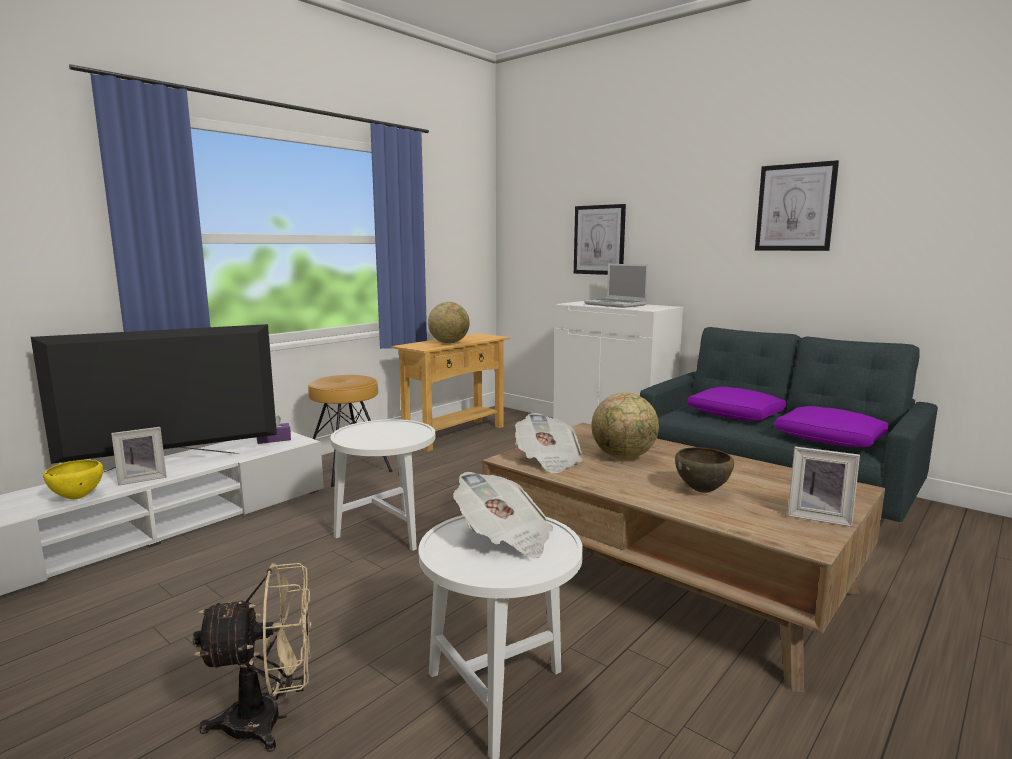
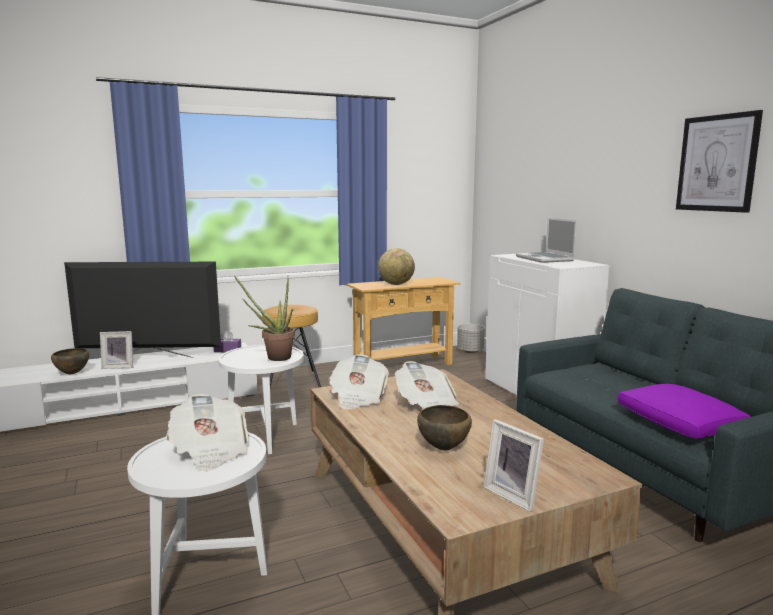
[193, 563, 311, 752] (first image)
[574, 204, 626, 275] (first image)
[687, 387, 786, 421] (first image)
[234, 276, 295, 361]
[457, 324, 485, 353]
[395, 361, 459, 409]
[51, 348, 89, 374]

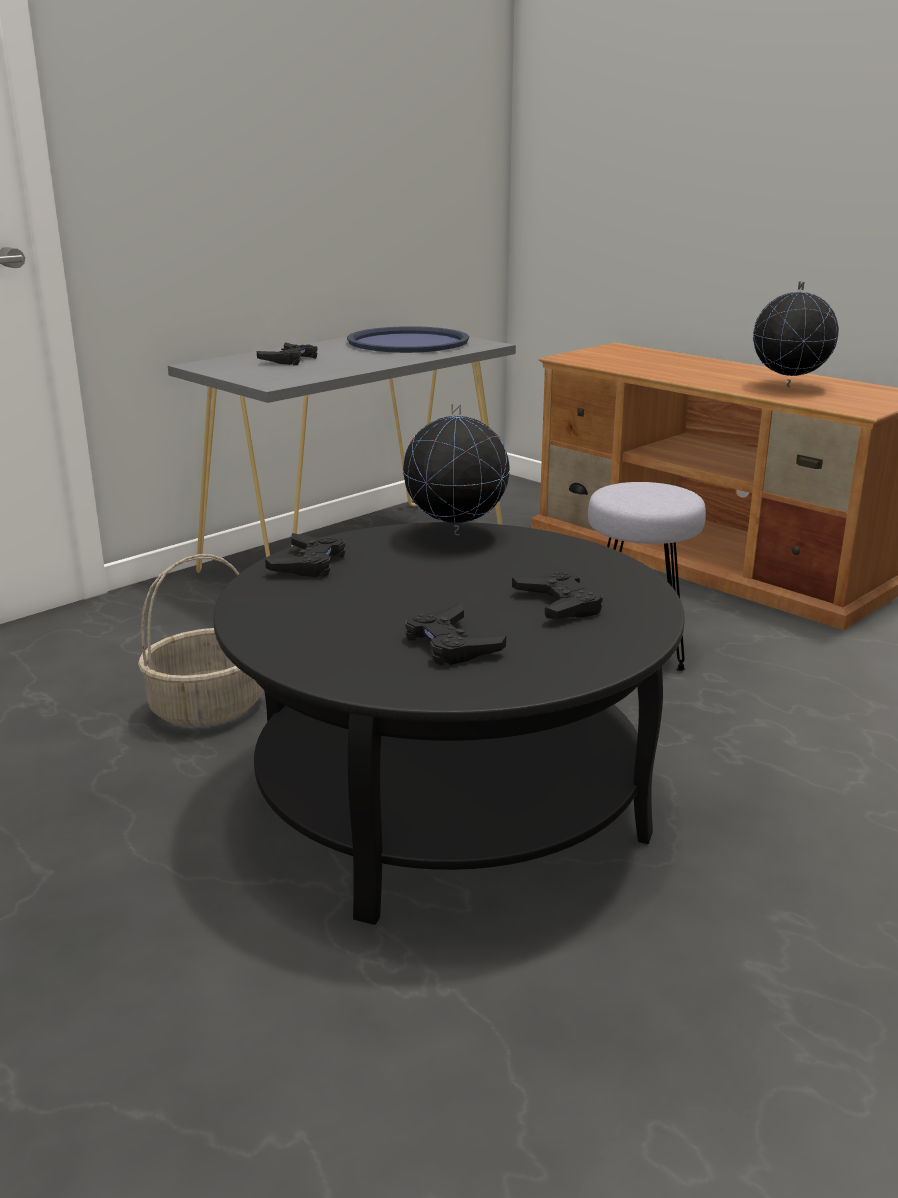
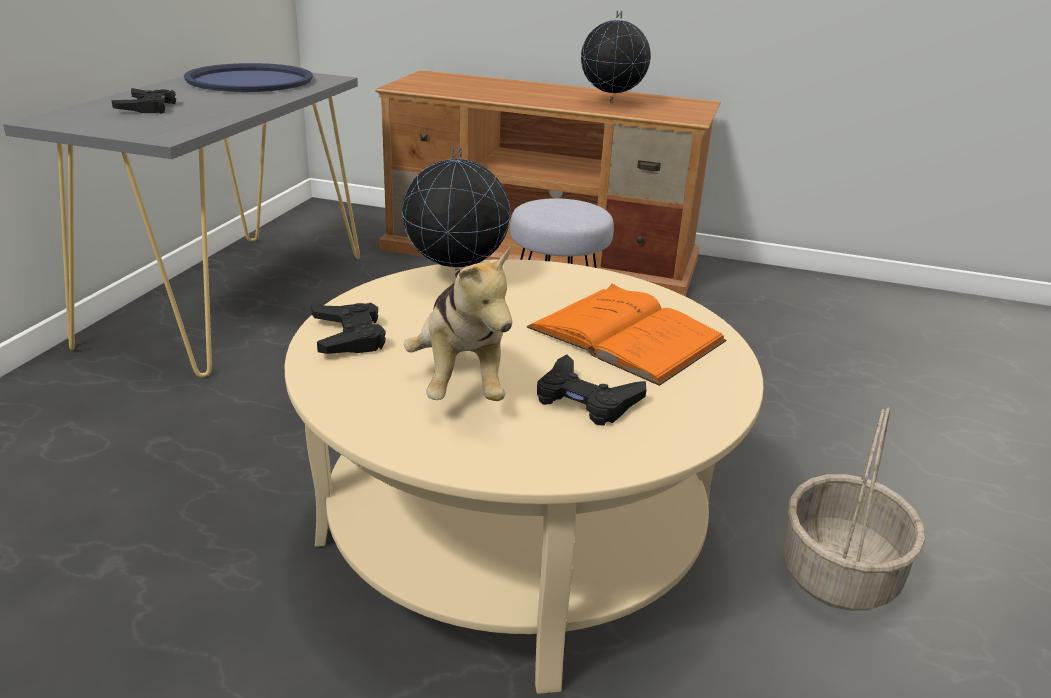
[404, 247, 512, 401]
[783, 408, 925, 611]
[527, 284, 727, 386]
[285, 259, 764, 694]

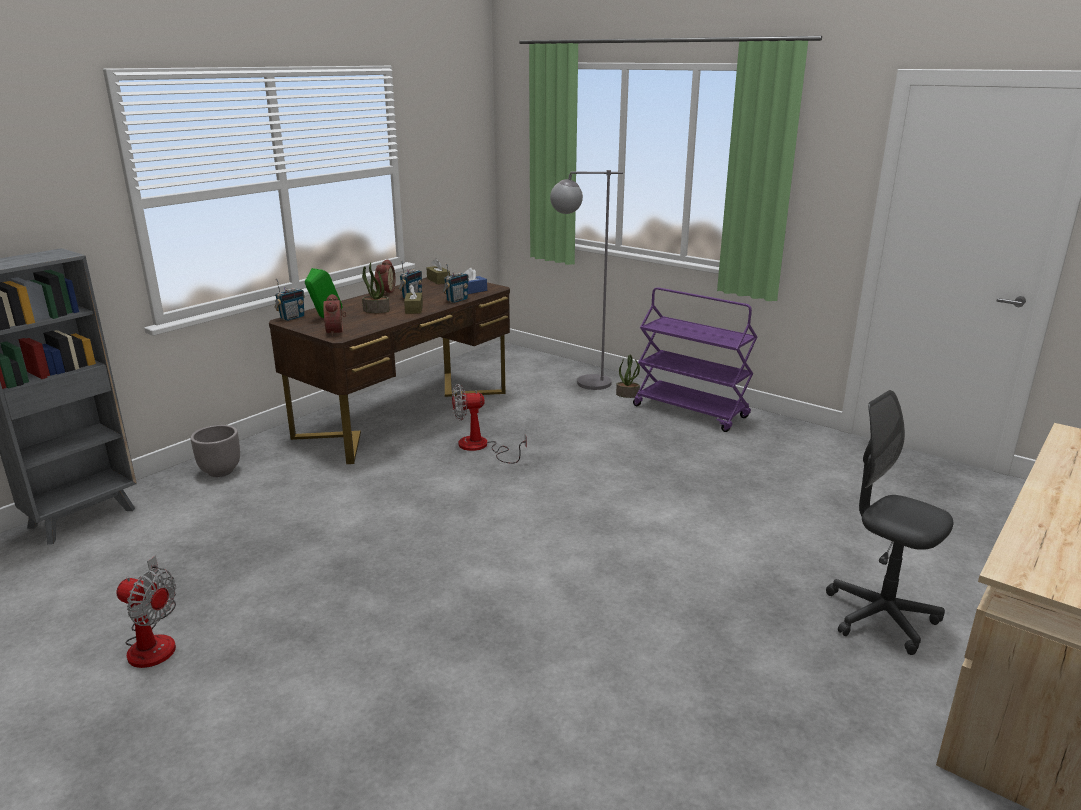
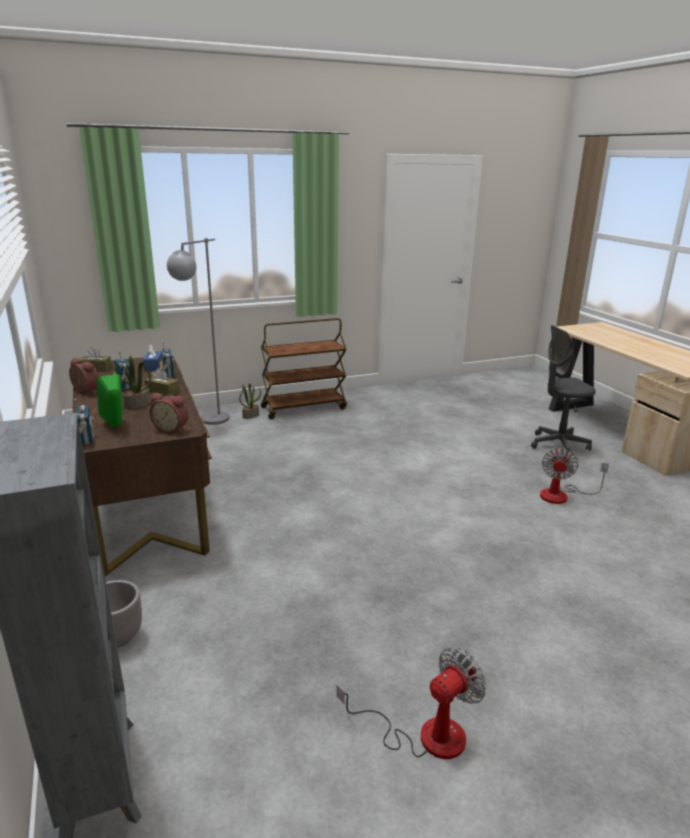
[540, 448, 609, 504]
[261, 318, 347, 419]

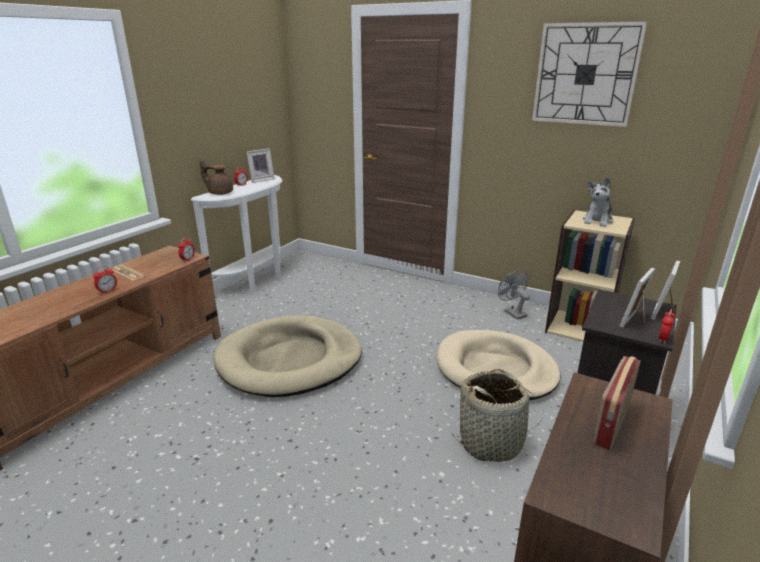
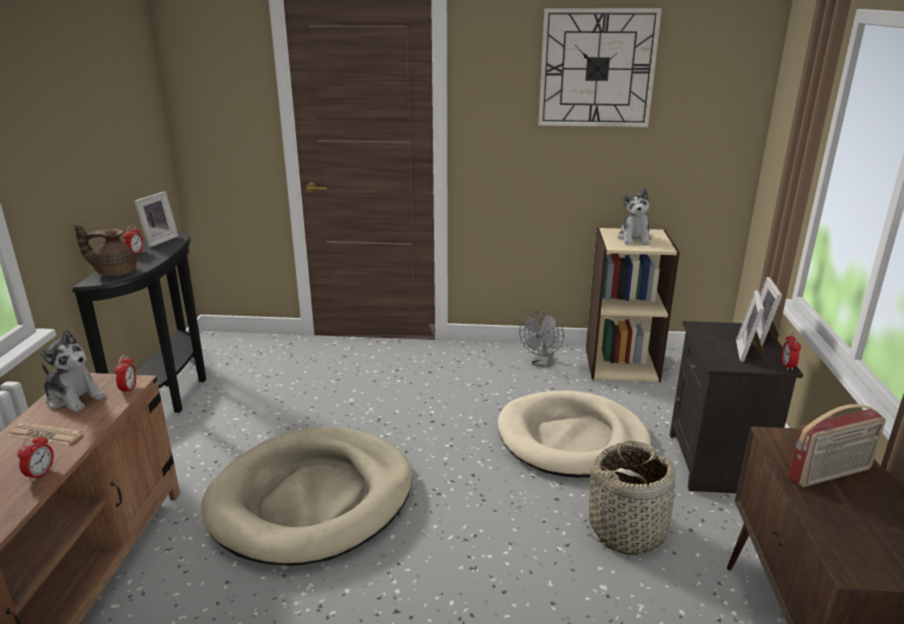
[40, 329, 106, 412]
[72, 230, 206, 413]
[519, 311, 564, 367]
[788, 404, 886, 487]

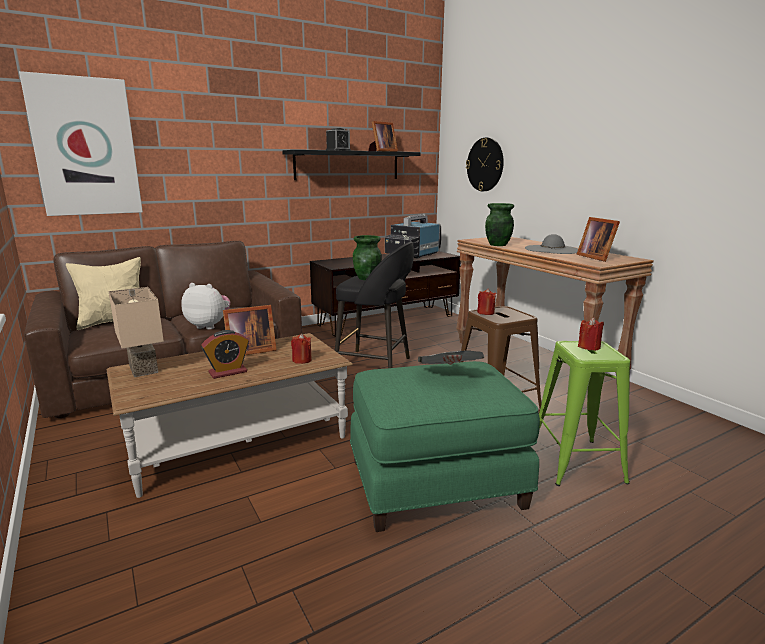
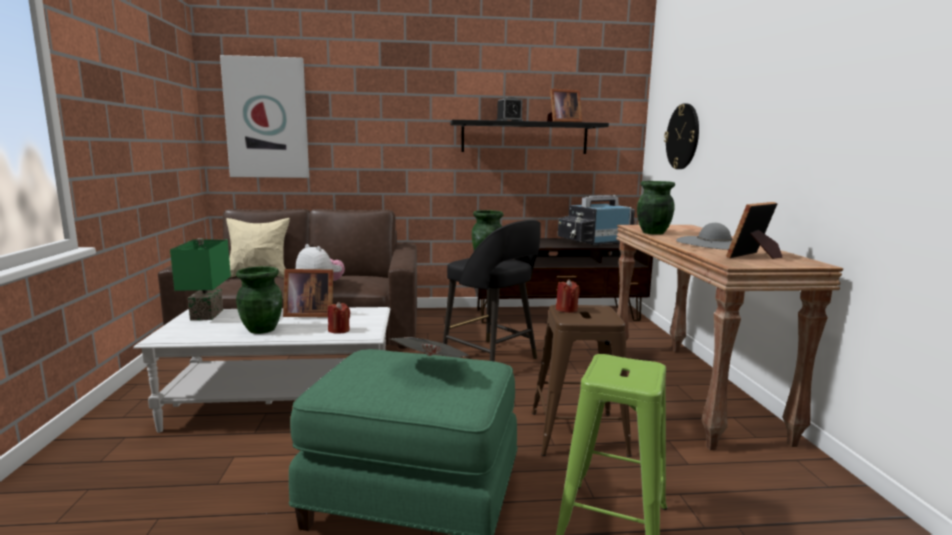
[578, 317, 604, 351] (first image)
[236, 266, 282, 334]
[133, 307, 390, 433]
[170, 238, 231, 320]
[726, 202, 782, 259]

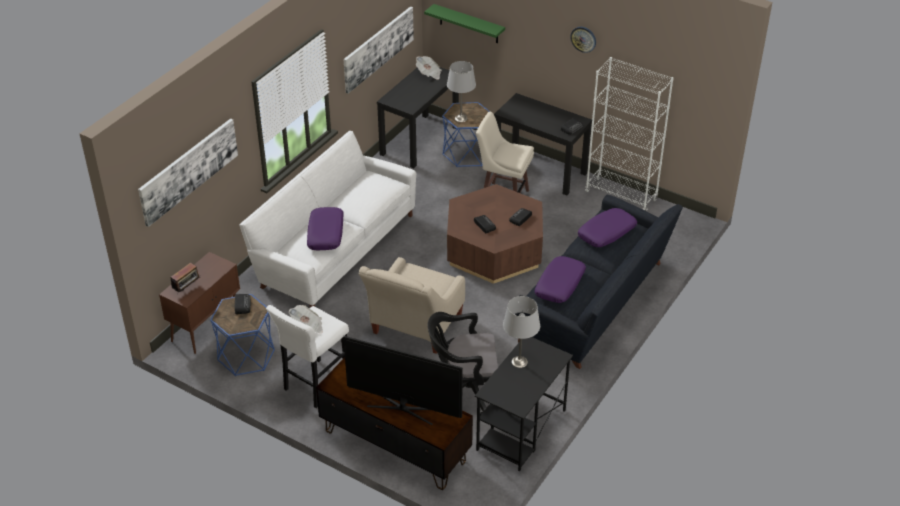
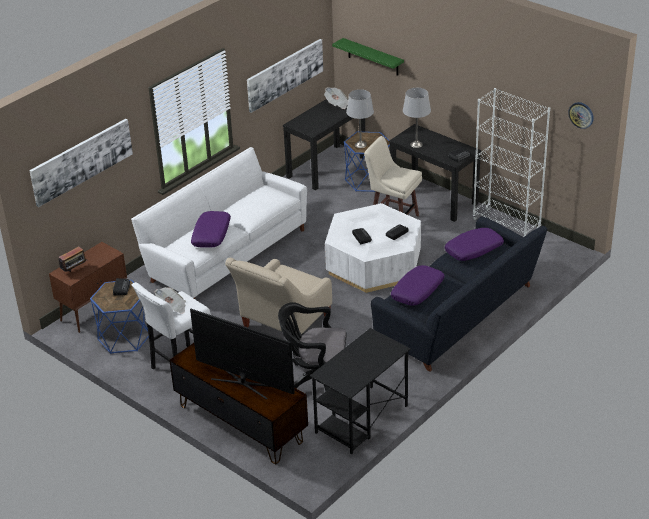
[403, 88, 431, 148]
[568, 102, 594, 129]
[325, 203, 421, 293]

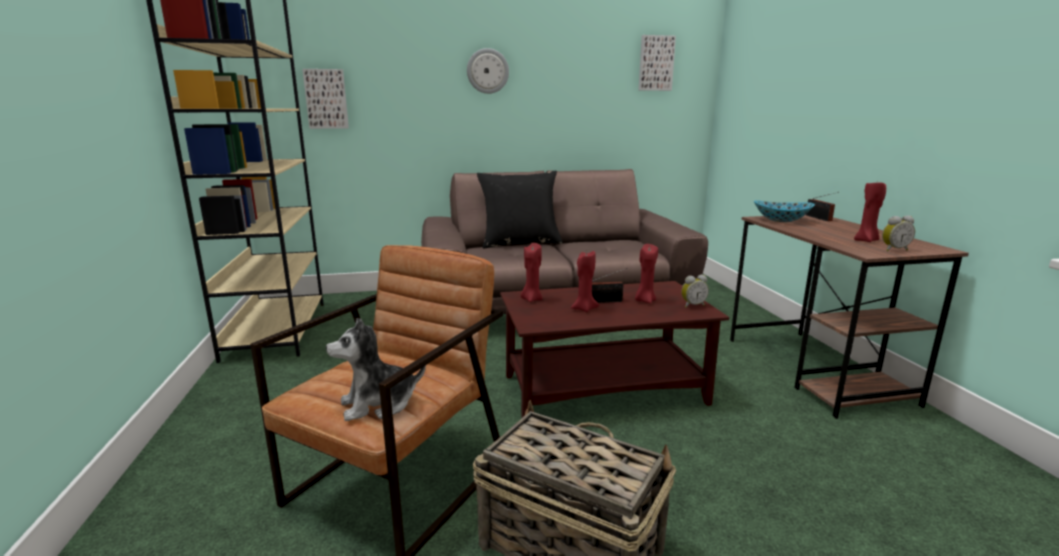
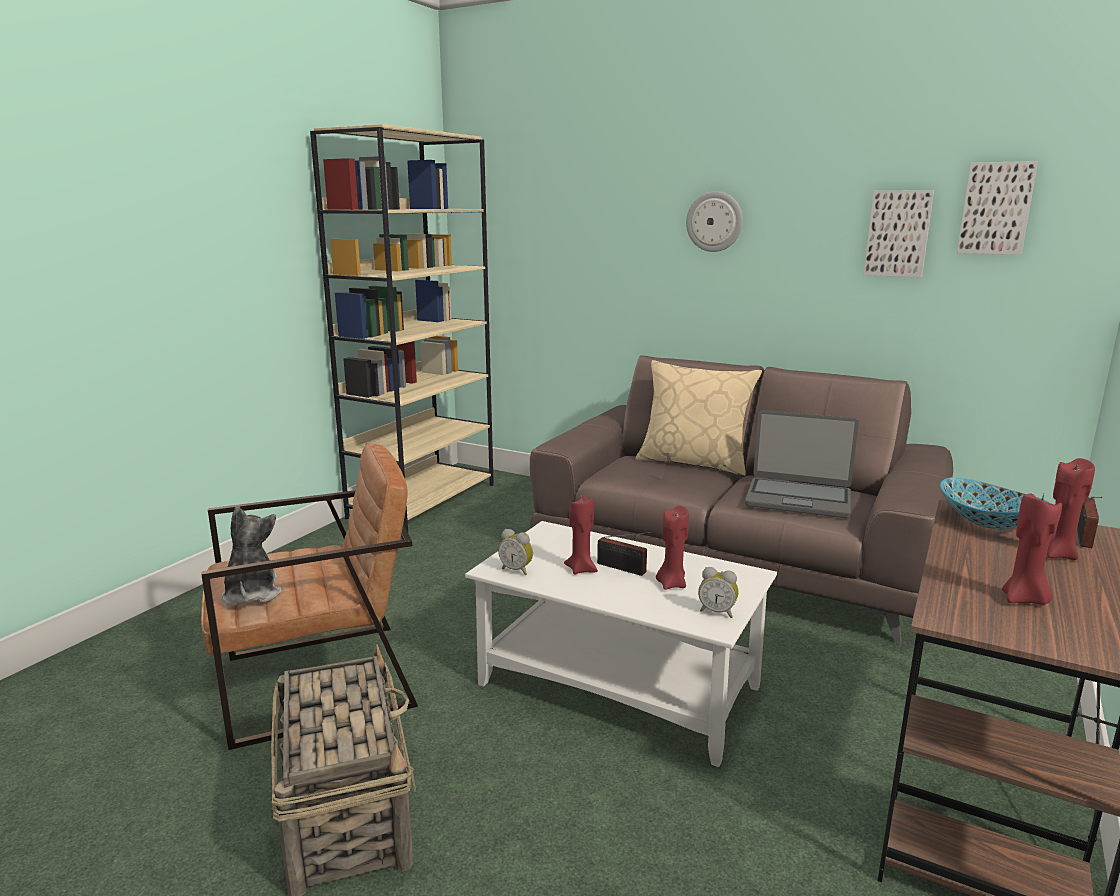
[745, 410, 859, 518]
[864, 190, 934, 278]
[1047, 458, 1095, 560]
[498, 529, 533, 575]
[635, 360, 762, 476]
[465, 521, 777, 767]
[221, 506, 282, 606]

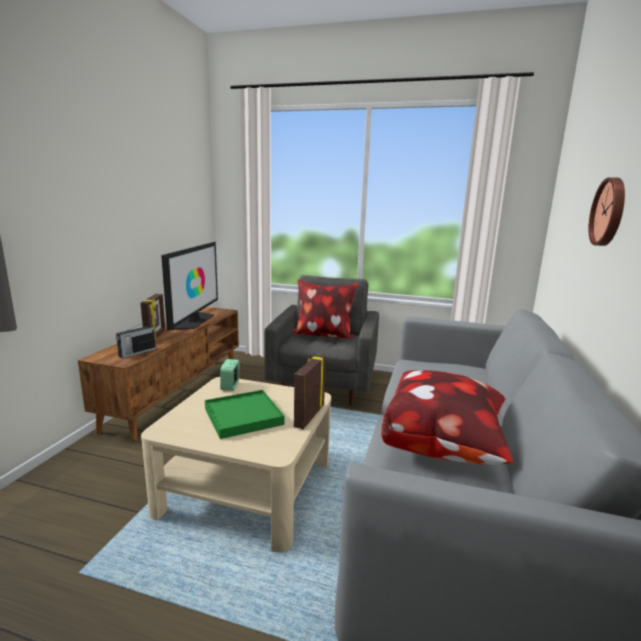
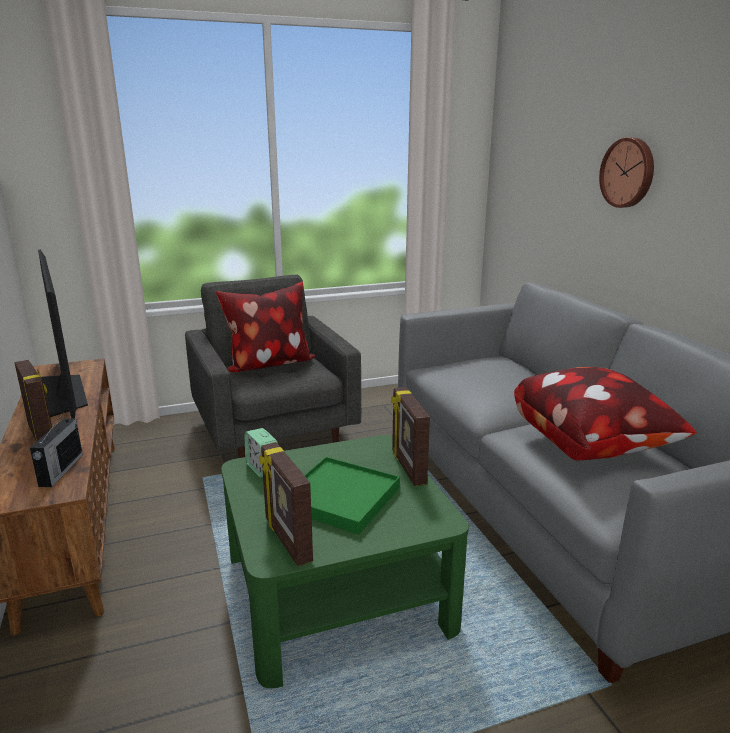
[259, 442, 313, 566]
[221, 435, 469, 688]

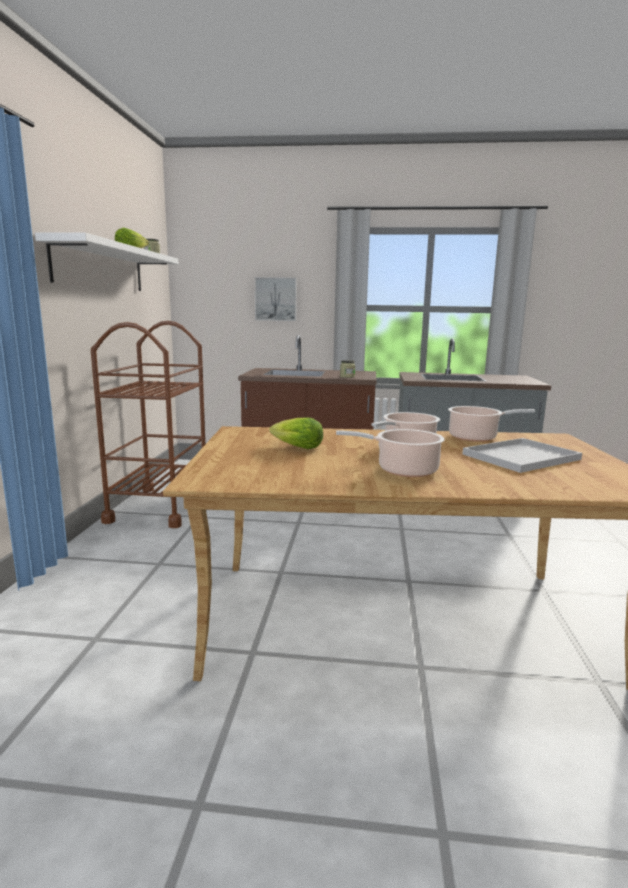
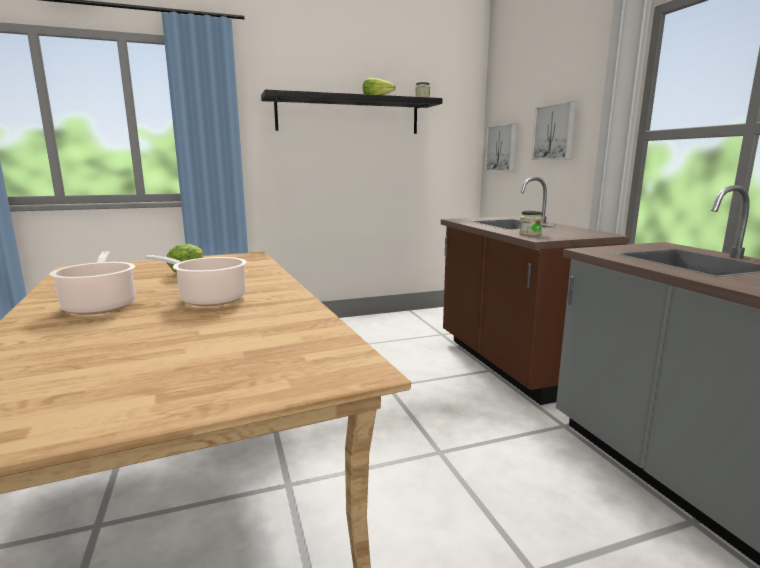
[91, 321, 205, 528] (first image)
[448, 406, 535, 442] (first image)
[462, 438, 582, 473] (first image)
[485, 123, 517, 172]
[261, 89, 442, 134]

